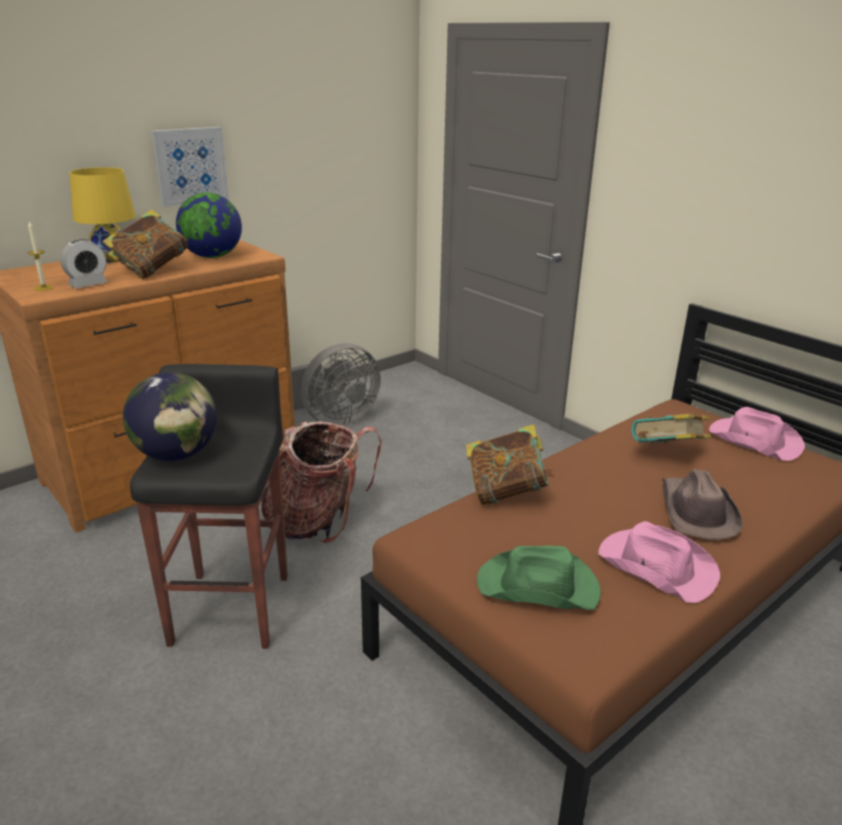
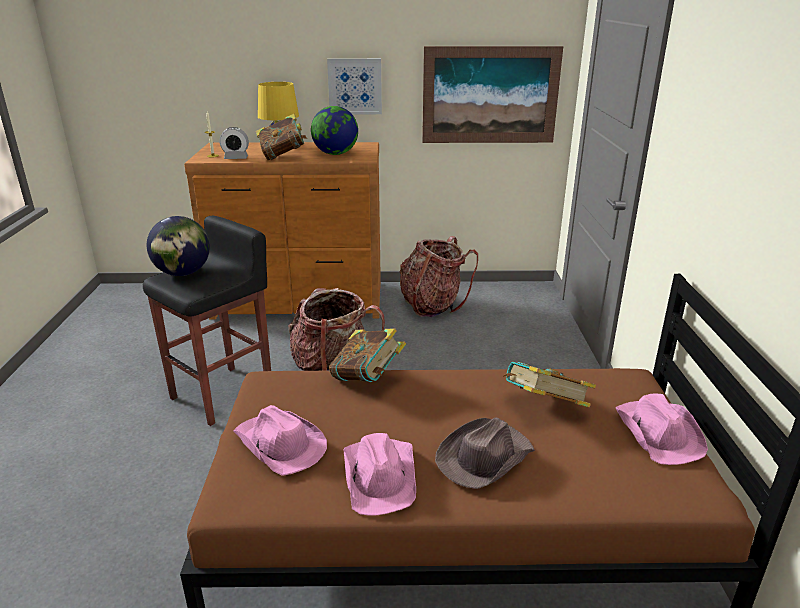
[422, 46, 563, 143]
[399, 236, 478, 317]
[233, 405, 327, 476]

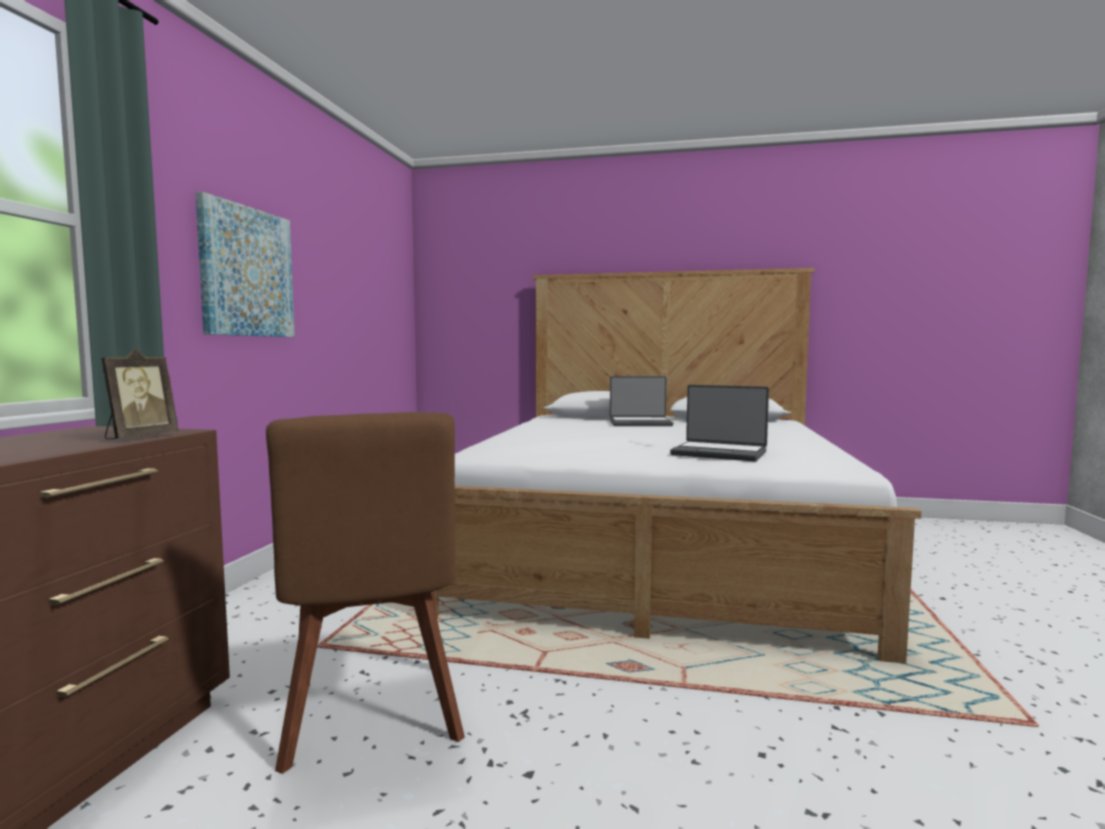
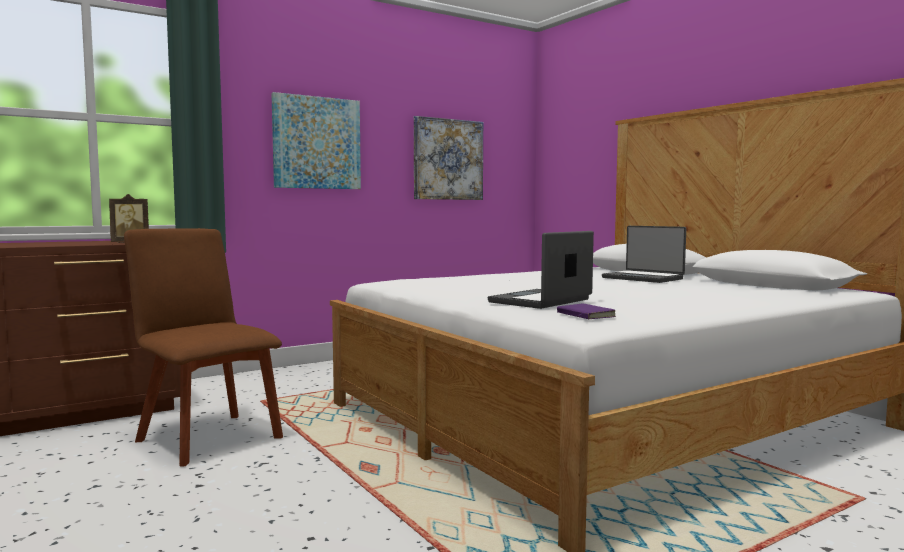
[414, 116, 483, 200]
[557, 304, 616, 319]
[124, 228, 283, 467]
[488, 231, 594, 309]

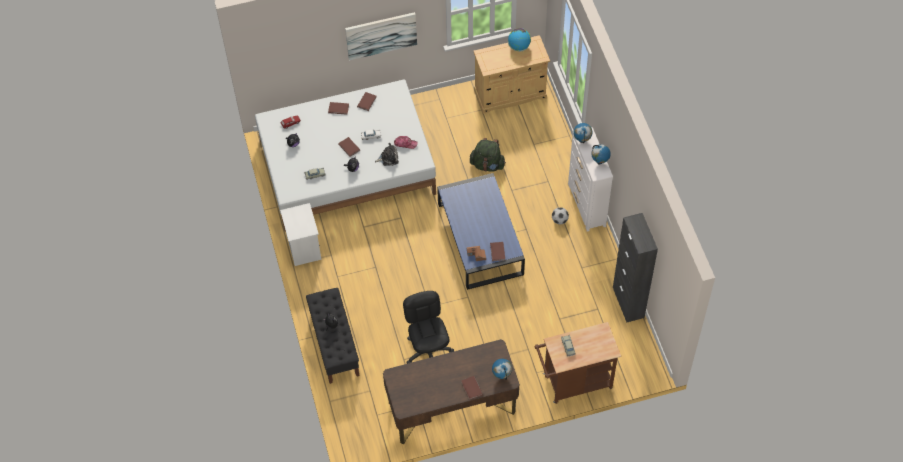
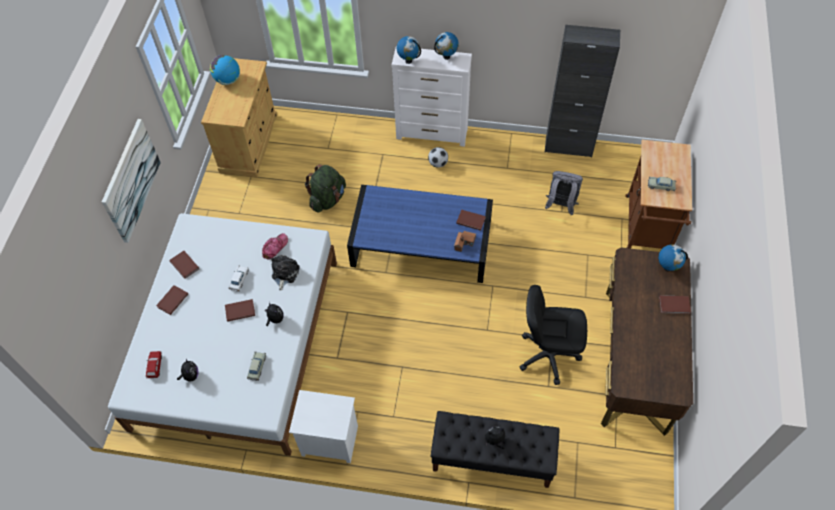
[545, 171, 583, 215]

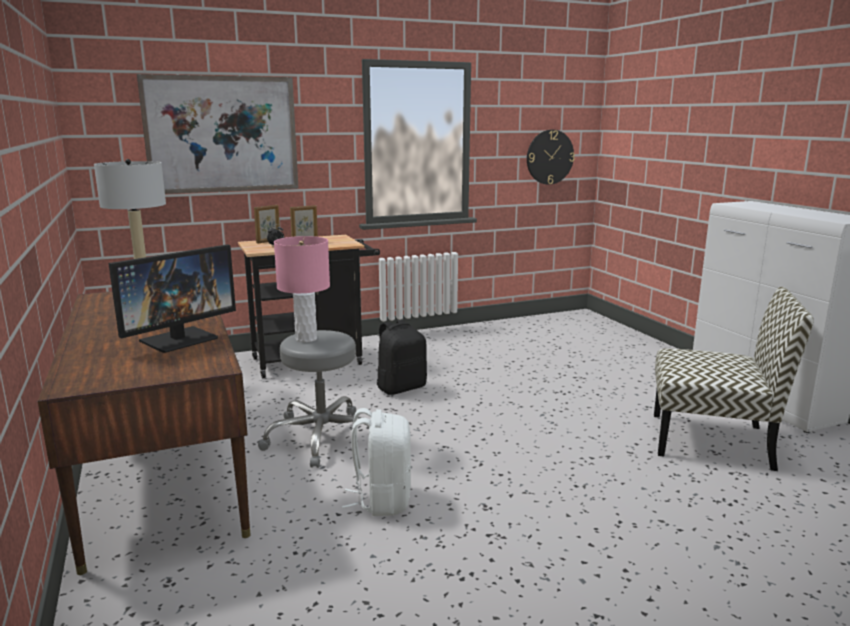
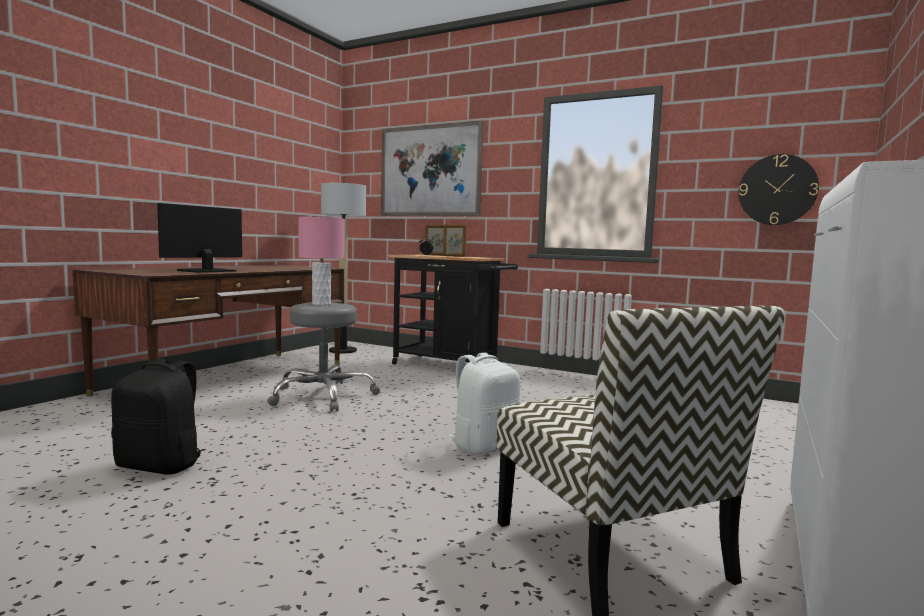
[448, 353, 520, 454]
[111, 359, 206, 475]
[157, 203, 242, 273]

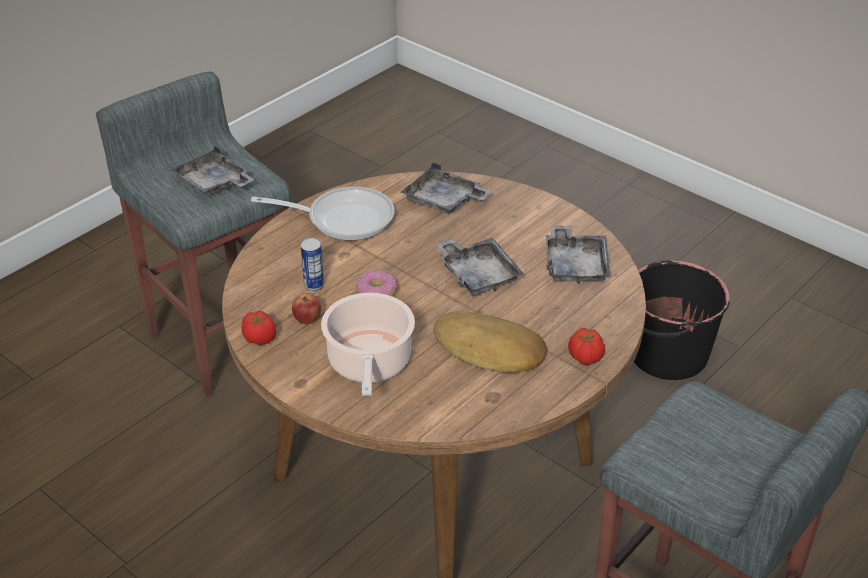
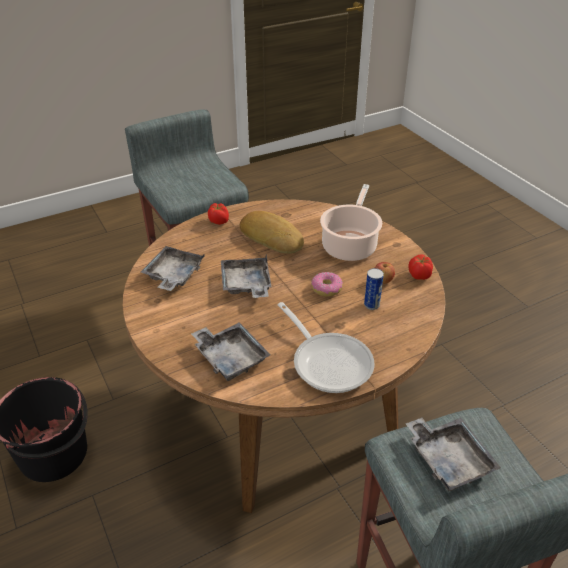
[278, 302, 374, 393]

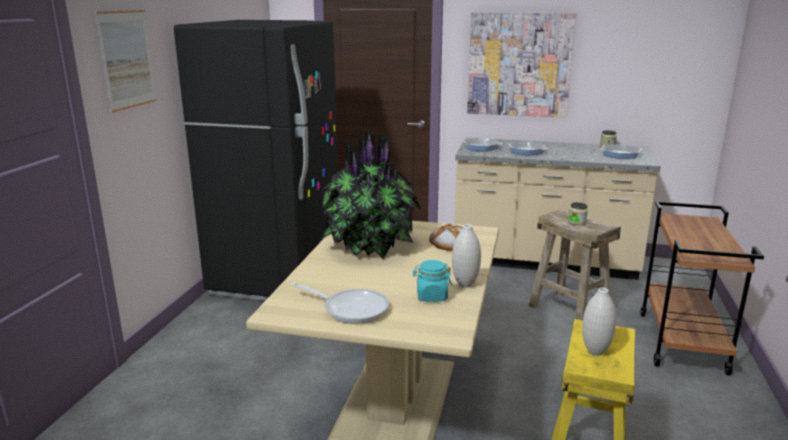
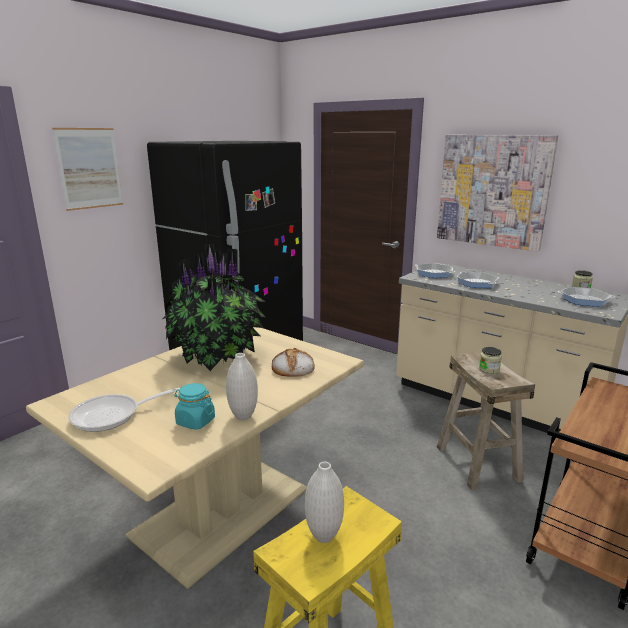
[68, 388, 180, 432]

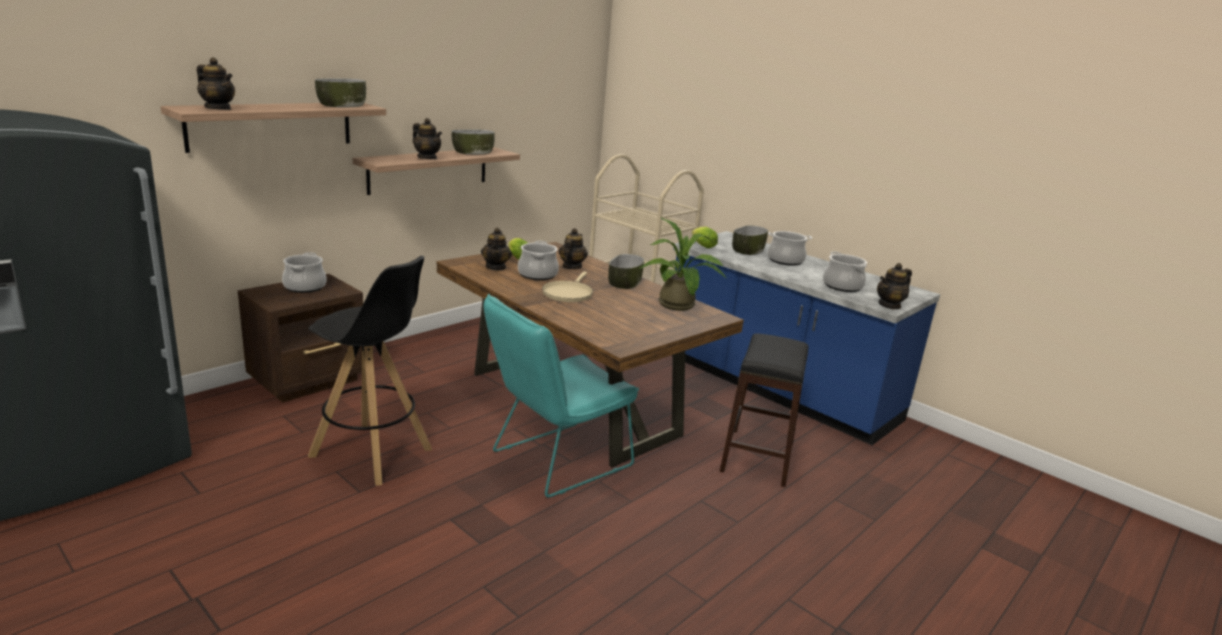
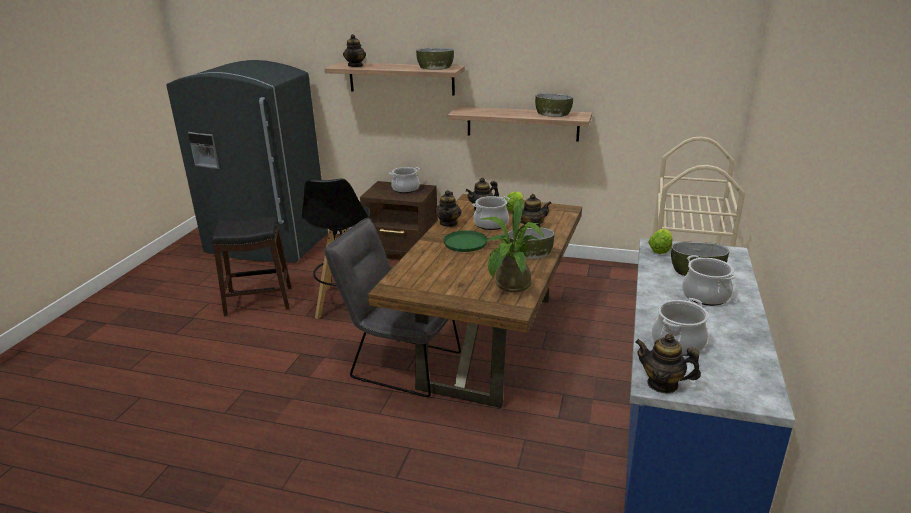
[435, 190, 461, 227]
[212, 217, 292, 316]
[324, 218, 461, 397]
[443, 230, 506, 252]

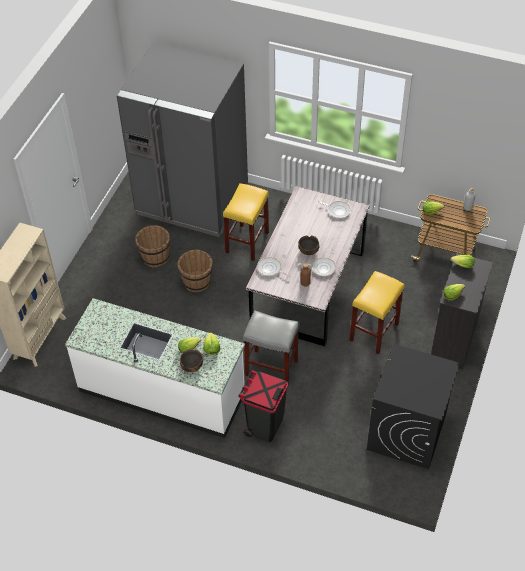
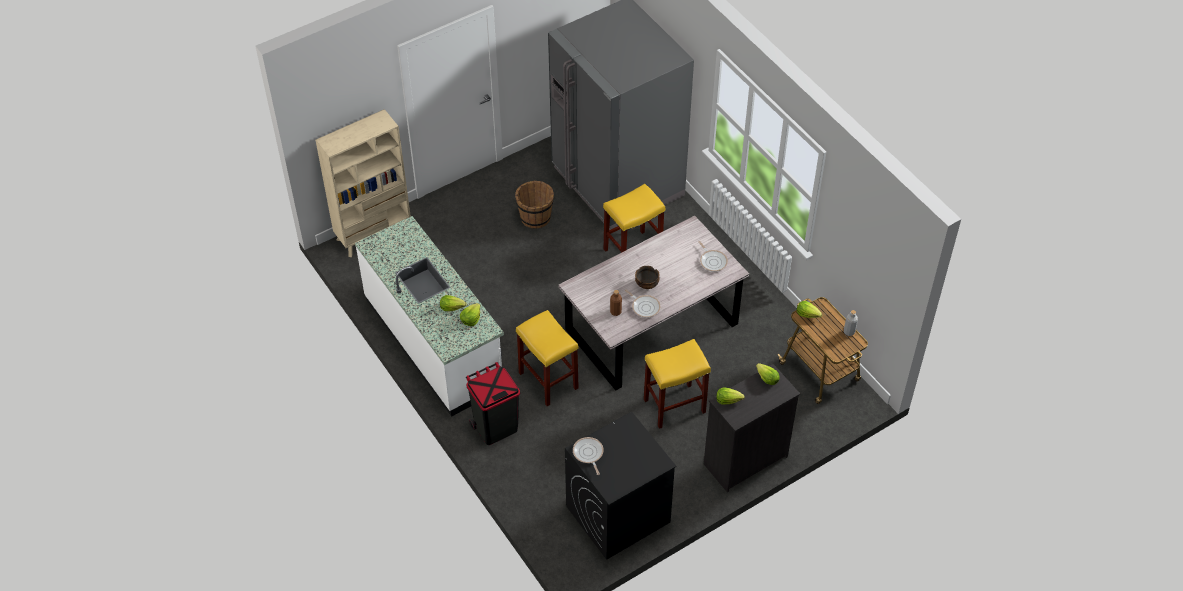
[177, 250, 213, 292] (first image)
[180, 349, 203, 372] (first image)
[573, 437, 604, 475]
[516, 310, 579, 406]

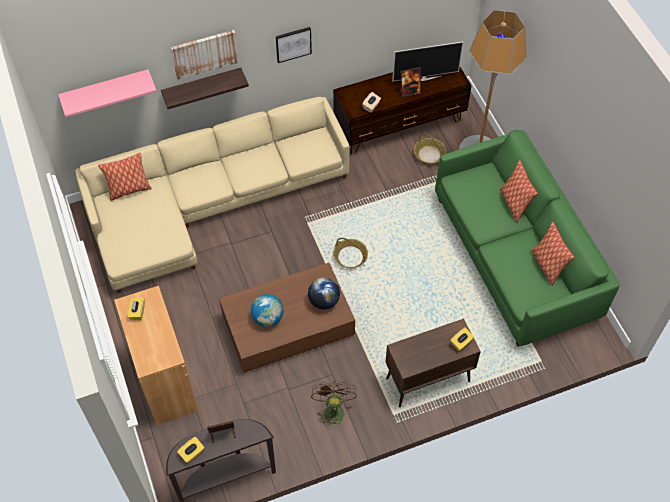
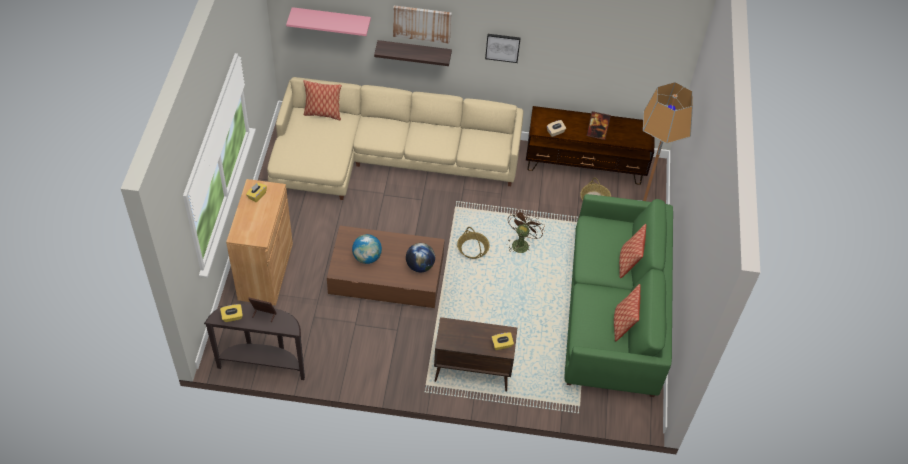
[392, 42, 463, 82] (first image)
[506, 209, 545, 253]

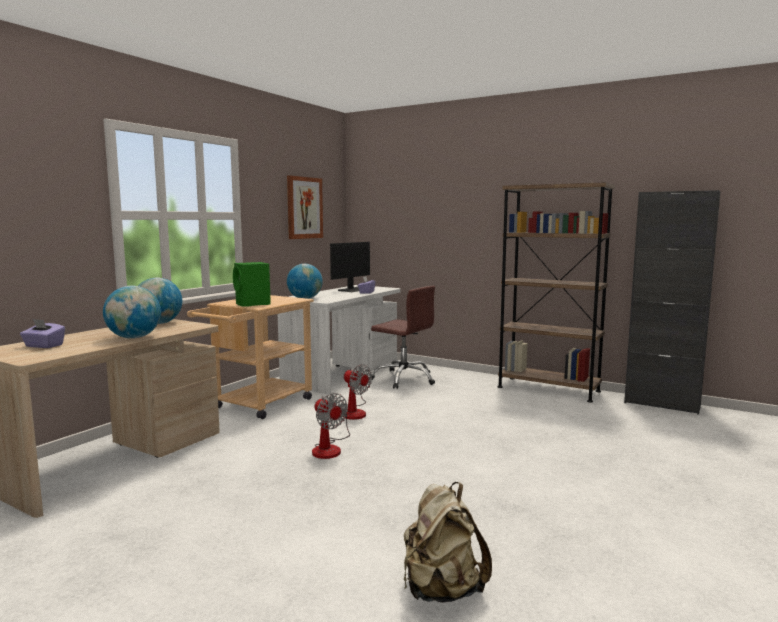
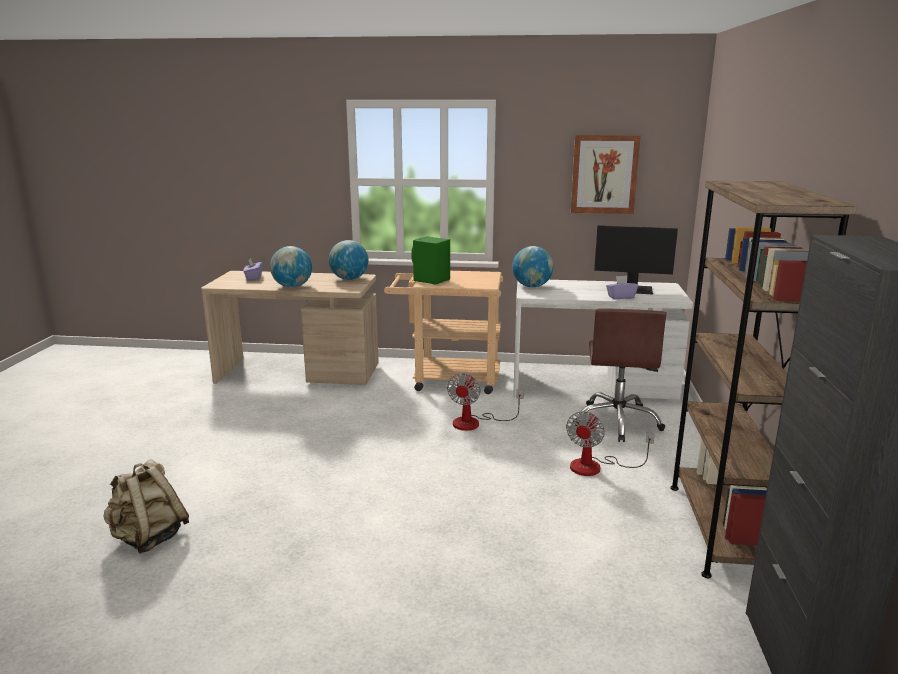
[566, 411, 655, 476]

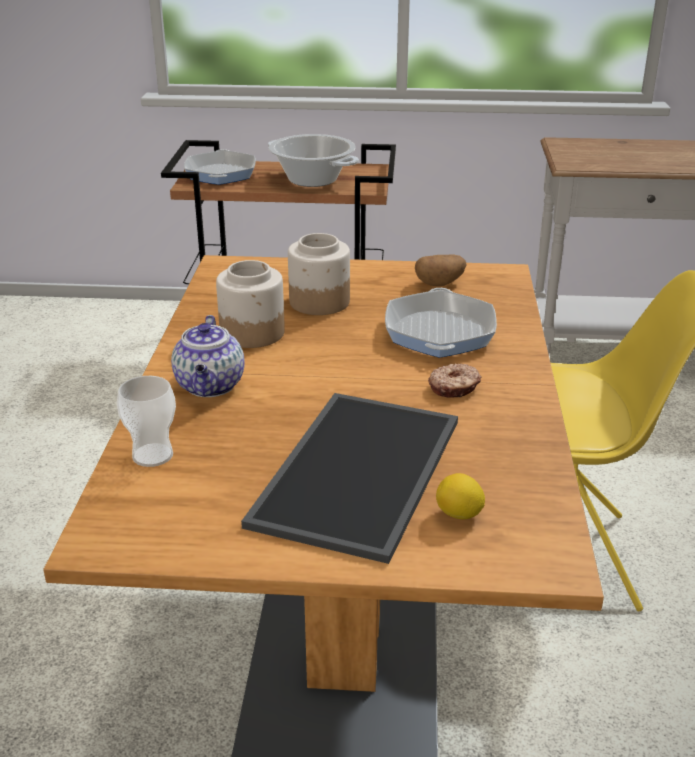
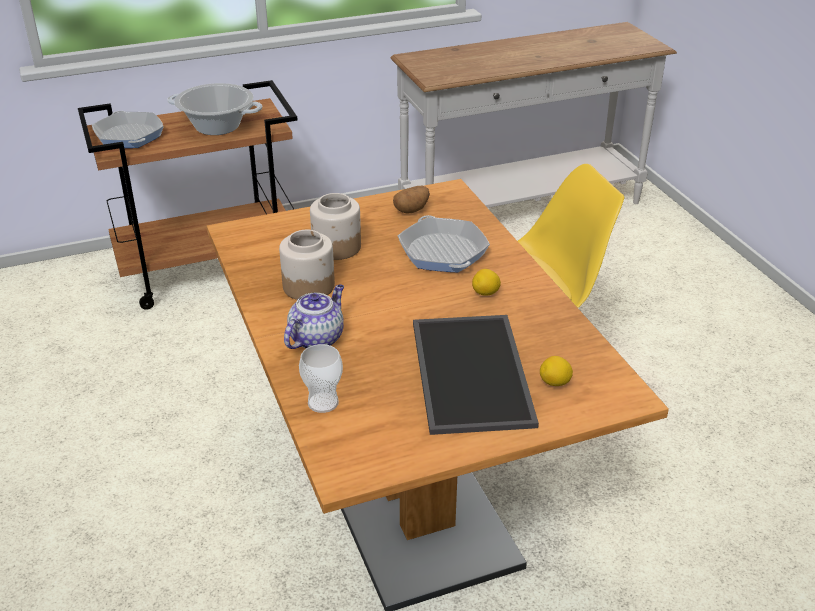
[472, 269, 501, 296]
[284, 284, 344, 349]

